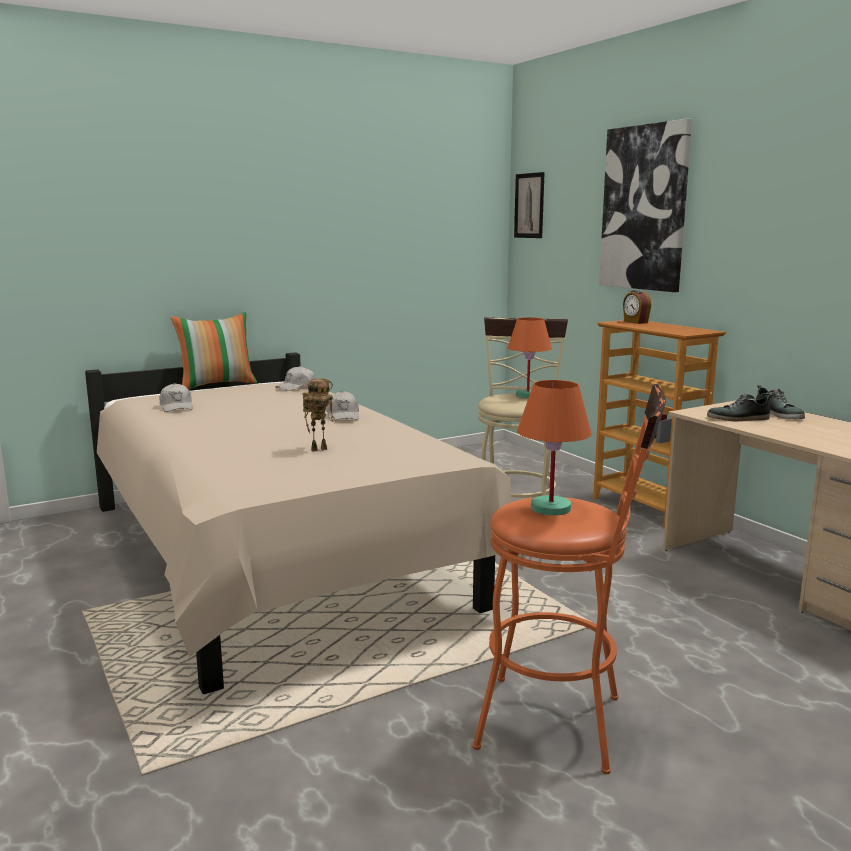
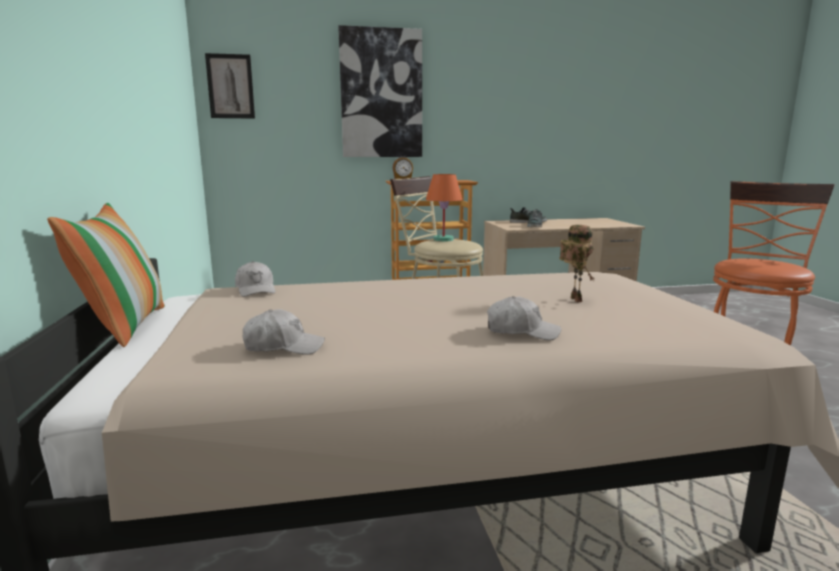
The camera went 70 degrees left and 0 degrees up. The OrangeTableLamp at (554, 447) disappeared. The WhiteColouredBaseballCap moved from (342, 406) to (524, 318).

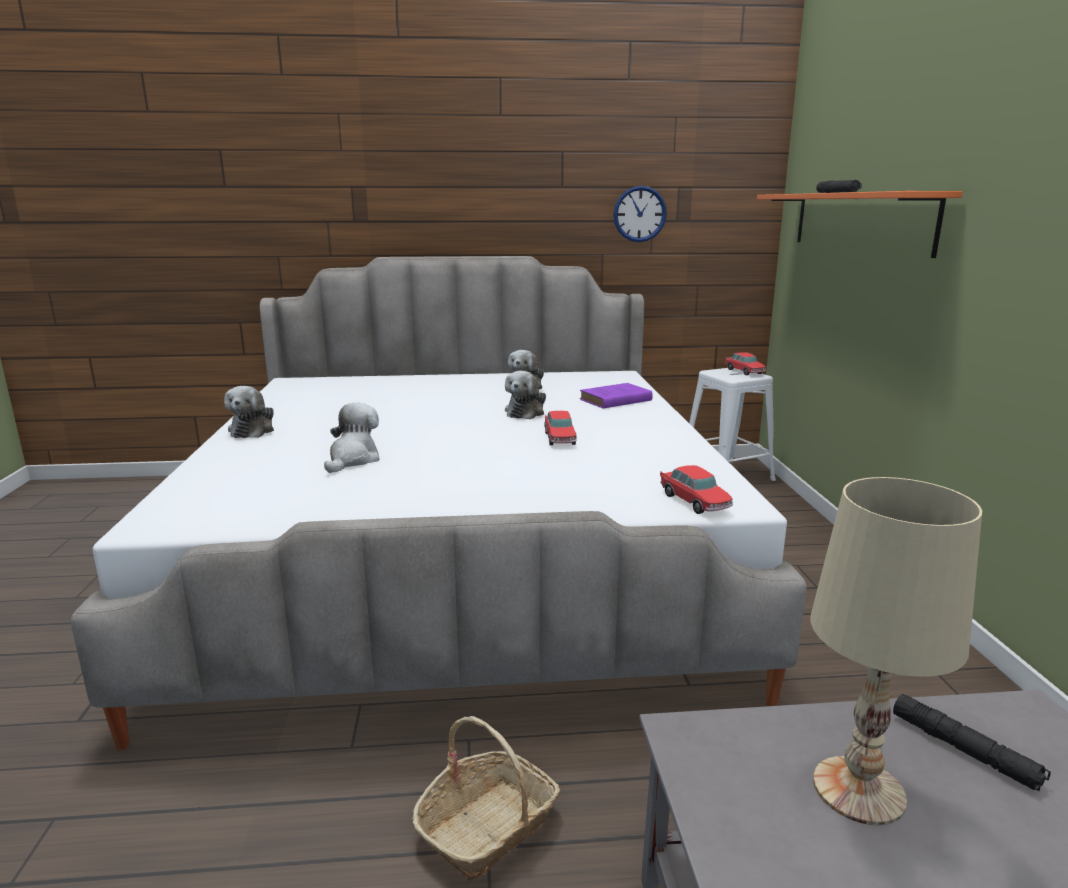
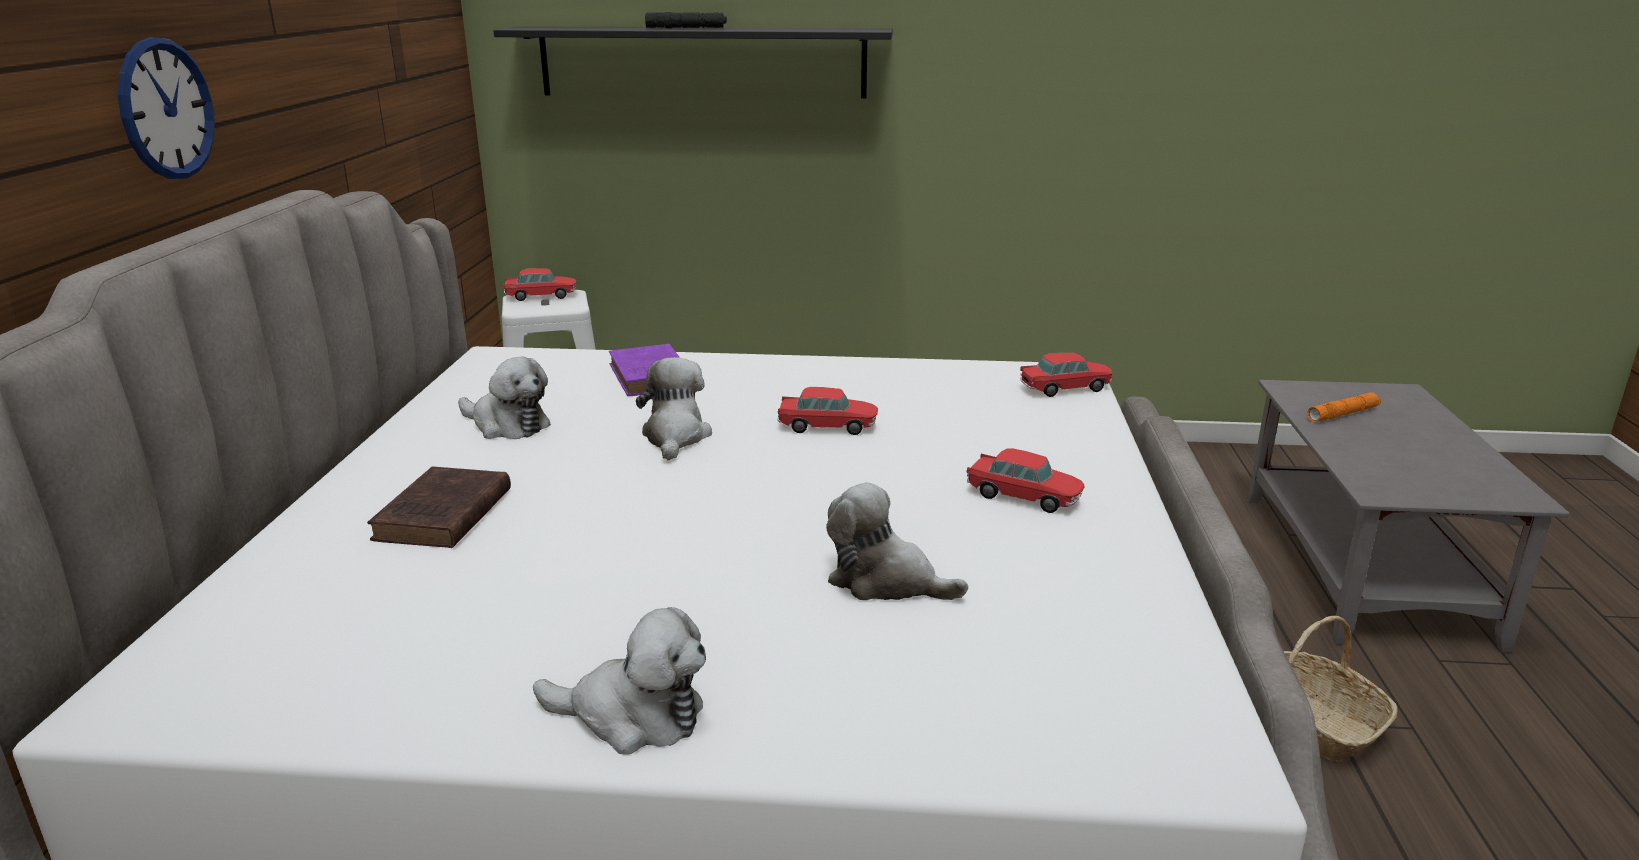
The camera went 80 degrees left and 5 degrees up. The SandColouredTableLamp at (896, 651) disappeared. The BrownishBoundBook at (439, 507) appeared. The ToyCar at (1025, 480) appeared. The WallClock moved from (640, 214) to (166, 108). The OrangeBracketShelf at (860, 224) became the BlackBracketShelf at (693, 62). The BlackTorch at (972, 742) became the OrangeTorch at (1344, 407). The PlushToy at (525, 395) turned 120 degrees counterclockwise.

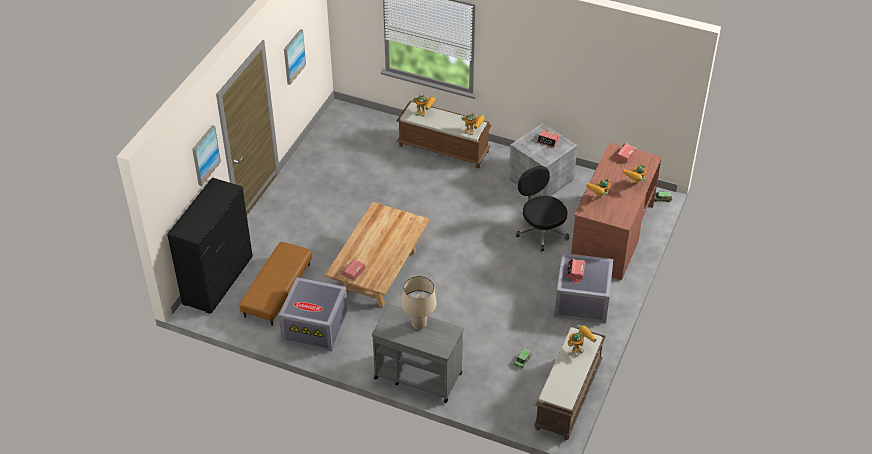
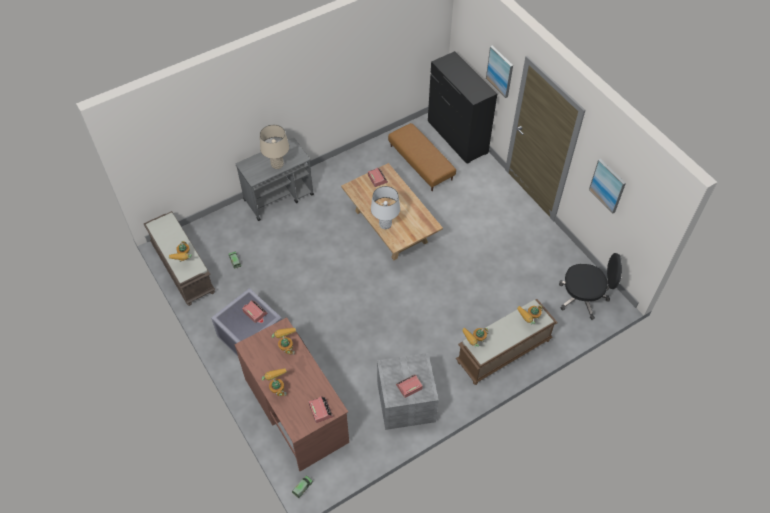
The camera went 125 degrees right and 10 degrees up. The GreyishStorageBin at (313, 314) disappeared. The WhiteColouredTableLamp at (385, 207) appeared. The BlackDeskChair moved from (542, 209) to (590, 286).

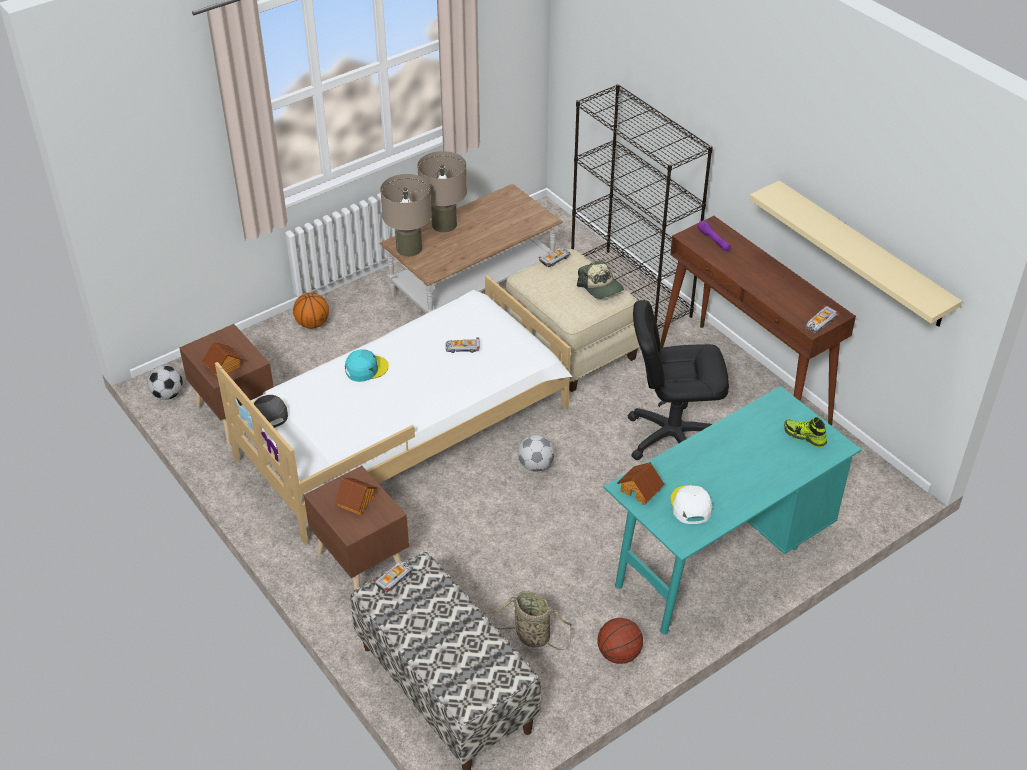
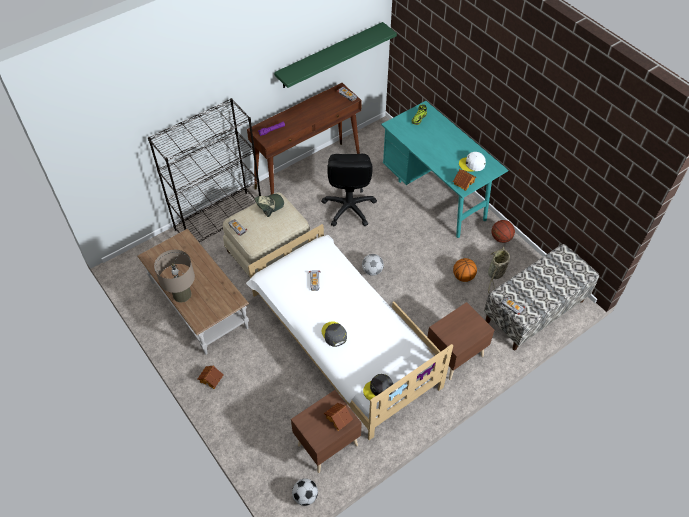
The camera went 90 degrees left and 10 degrees up. The SandColouredTableLamp at (406, 215) disappeared. The Basketball moved from (311, 311) to (465, 270). The MiniatureHouse moved from (356, 496) to (210, 377). The TurquoiseBaseballCap at (367, 365) became the GreyishBaseballCap at (334, 334). The SandColouredBracketShelf at (855, 253) became the GreenBracketShelf at (335, 55).

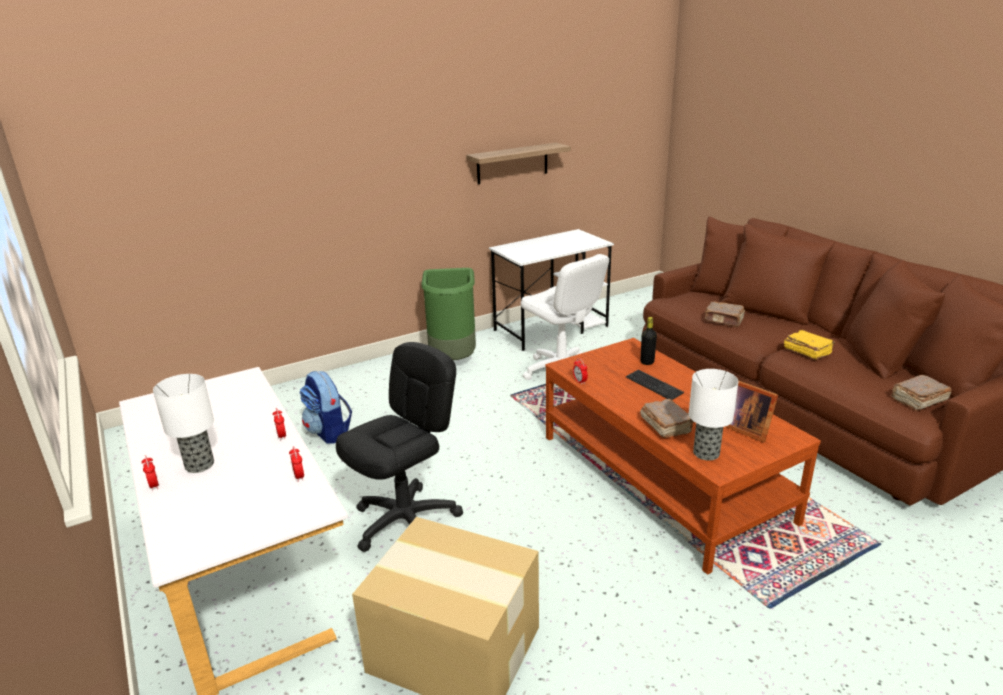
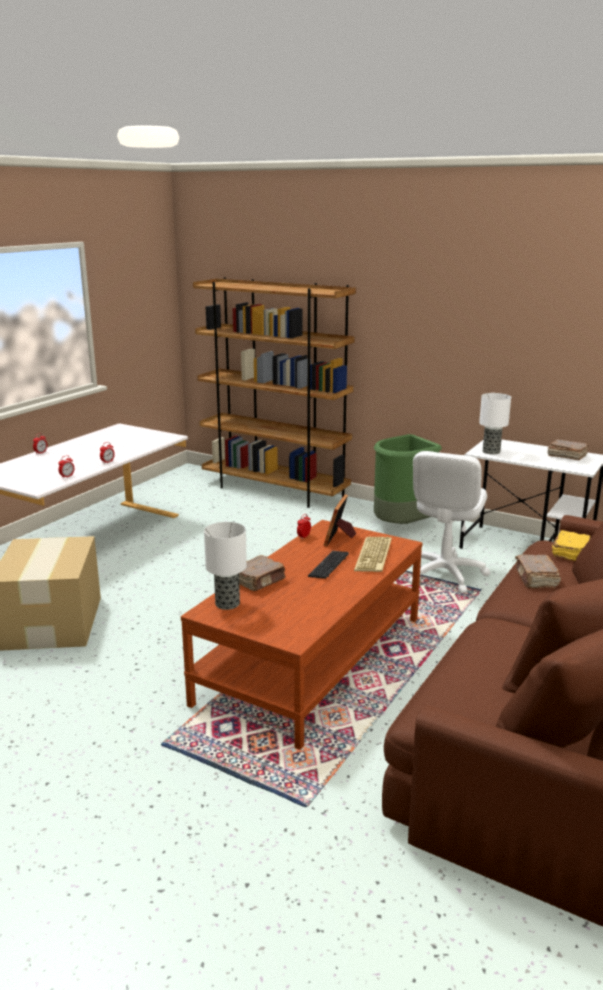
The camera went 60 degrees right and 5 degrees down. The Knapsack at (326, 407) disappeared. The BlackDeskChair at (399, 447) disappeared. The BracketShelf at (518, 163) disappeared. The BrownishBookcase at (274, 392) appeared. The TableLamp moved from (183, 423) to (495, 423). The PhotoFrame moved from (751, 411) to (339, 520). The YellowBoundBook moved from (809, 345) to (571, 545). The BrownishBoundBook moved from (921, 393) to (568, 449). The BlackBeverageBottle at (648, 341) was replaced by the ComputerKeyboard at (373, 554).

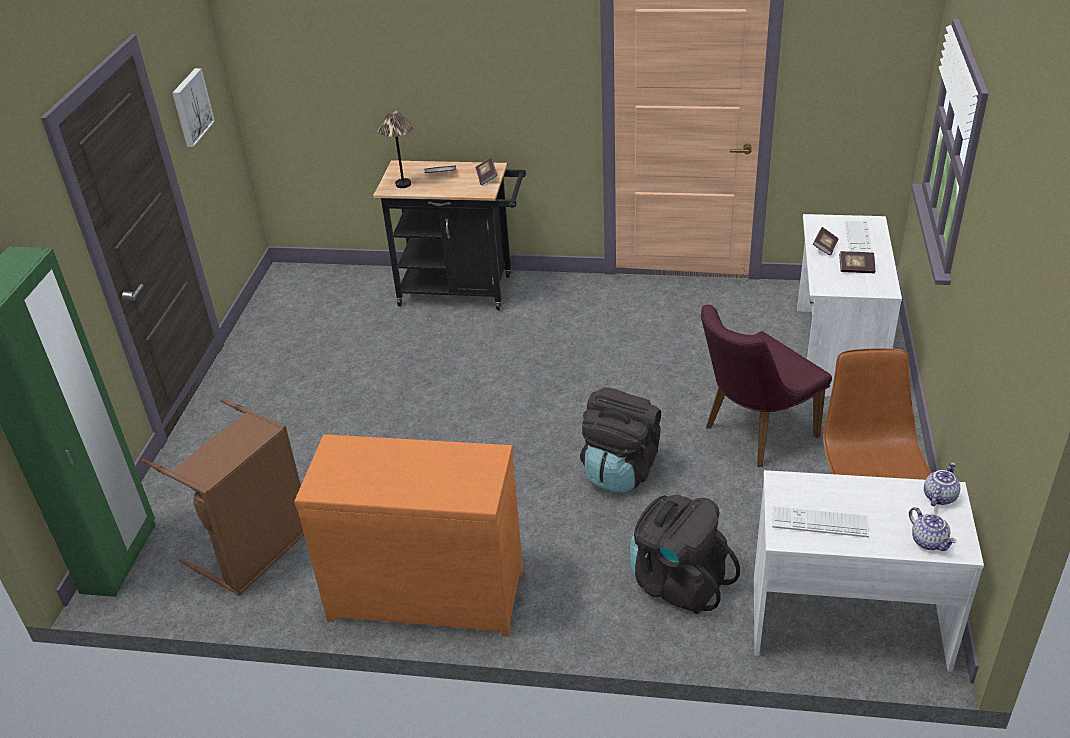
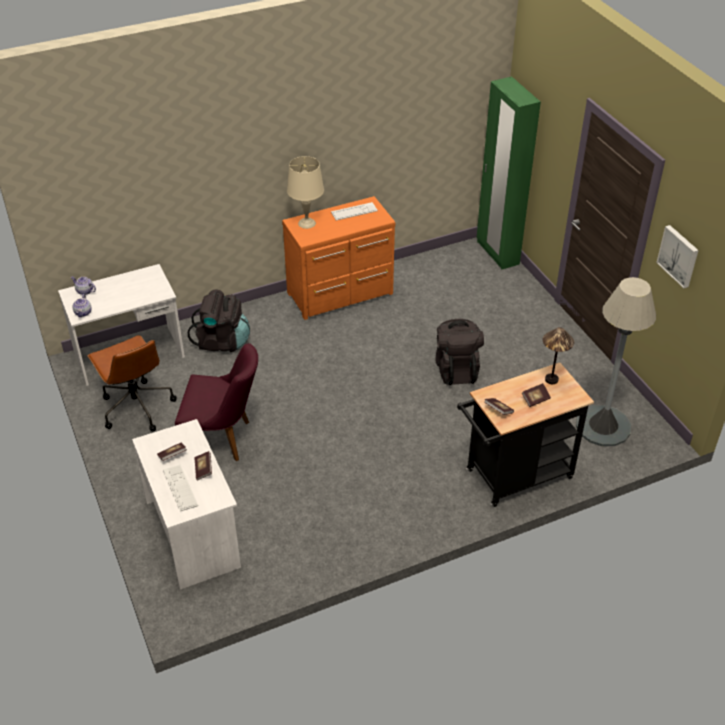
The camera went 145 degrees right and 5 degrees up. The BrownishHamper at (223, 497) disappeared. The SandColouredTableLamp at (305, 192) appeared. The GreyishFloorLamp at (616, 361) appeared. The BlackKnapsack moved from (620, 440) to (459, 352). The ComputerKeyboard moved from (820, 521) to (354, 211). The PurpleColouredPlainChair at (766, 386) turned 75 degrees clockwise.

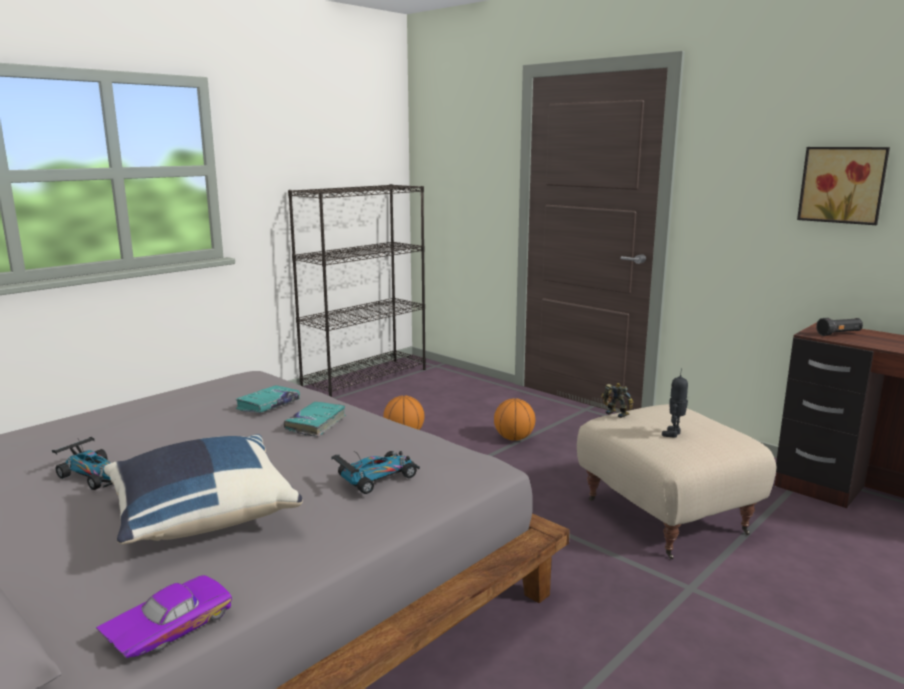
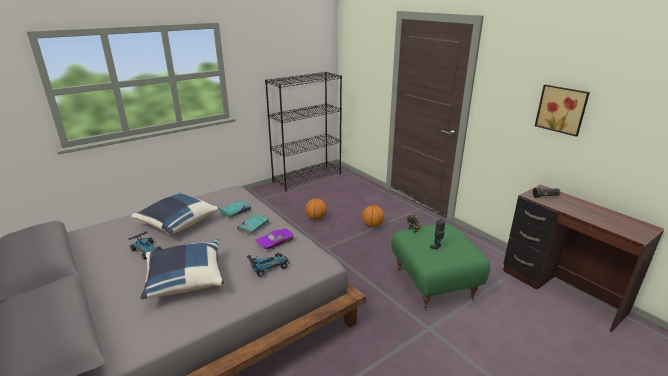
The camera went 10 degrees right and 10 degrees up. The BluePillow at (175, 213) appeared. The PurpleColouredToyCar moved from (164, 616) to (274, 238). The SandColouredOttoman at (676, 481) became the GreenOttoman at (440, 267).

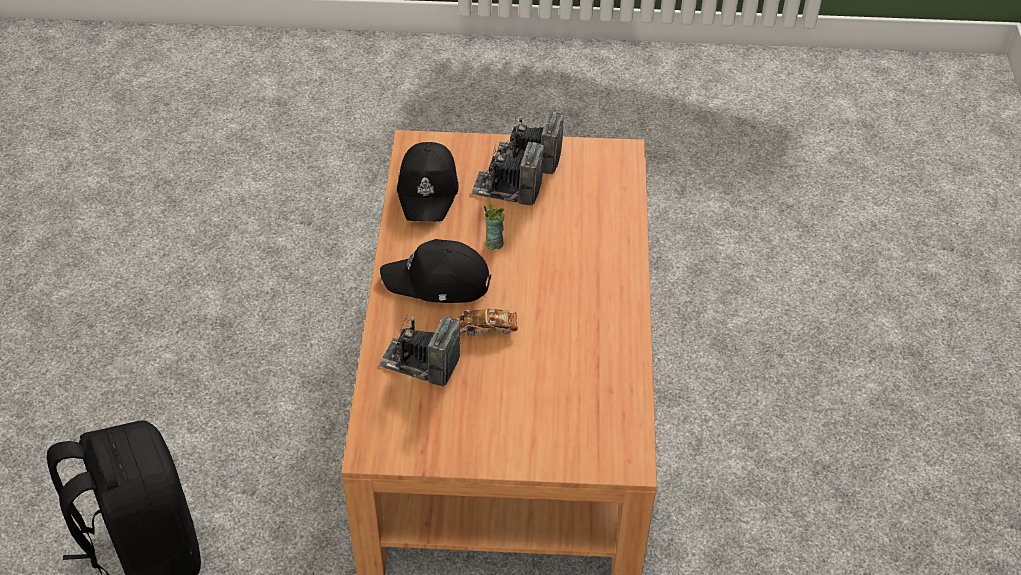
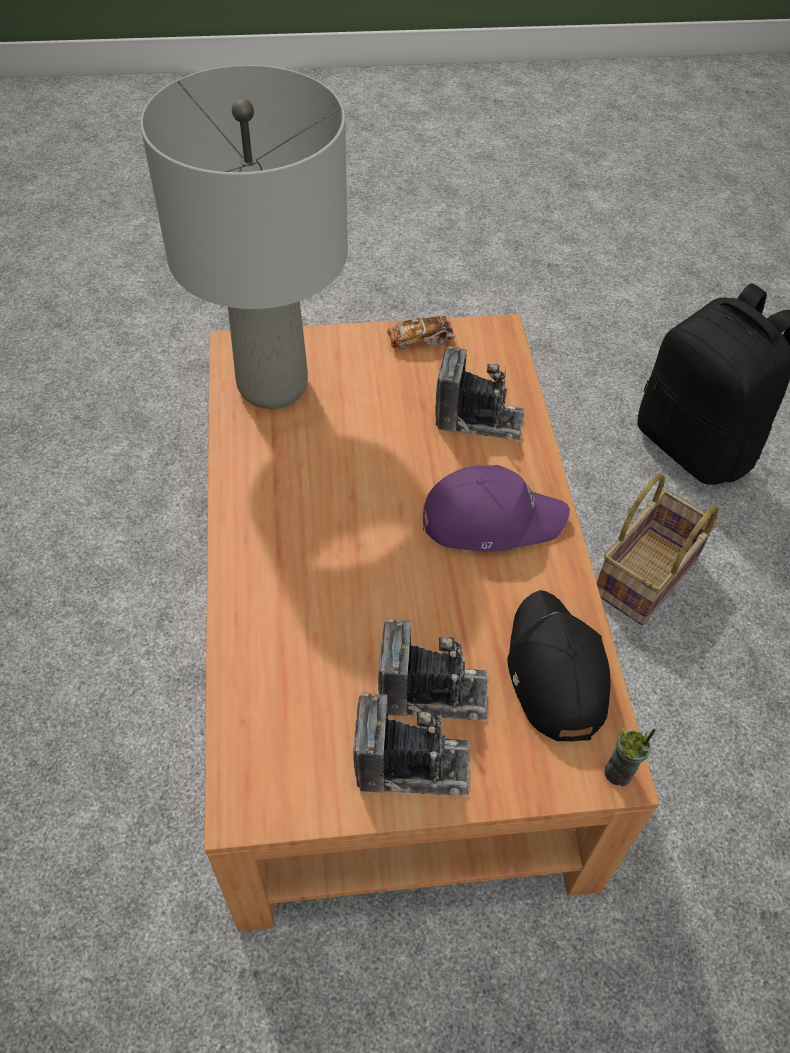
The camera went 170 degrees right and 5 degrees up. The GreyishTableLamp at (244, 237) appeared. The Basket at (658, 549) appeared. The ToyCar moved from (488, 322) to (421, 332). The SmallCup moved from (494, 226) to (630, 756). The BlackBaseballCap at (435, 271) became the PurpleColouredBaseballCap at (496, 508).

